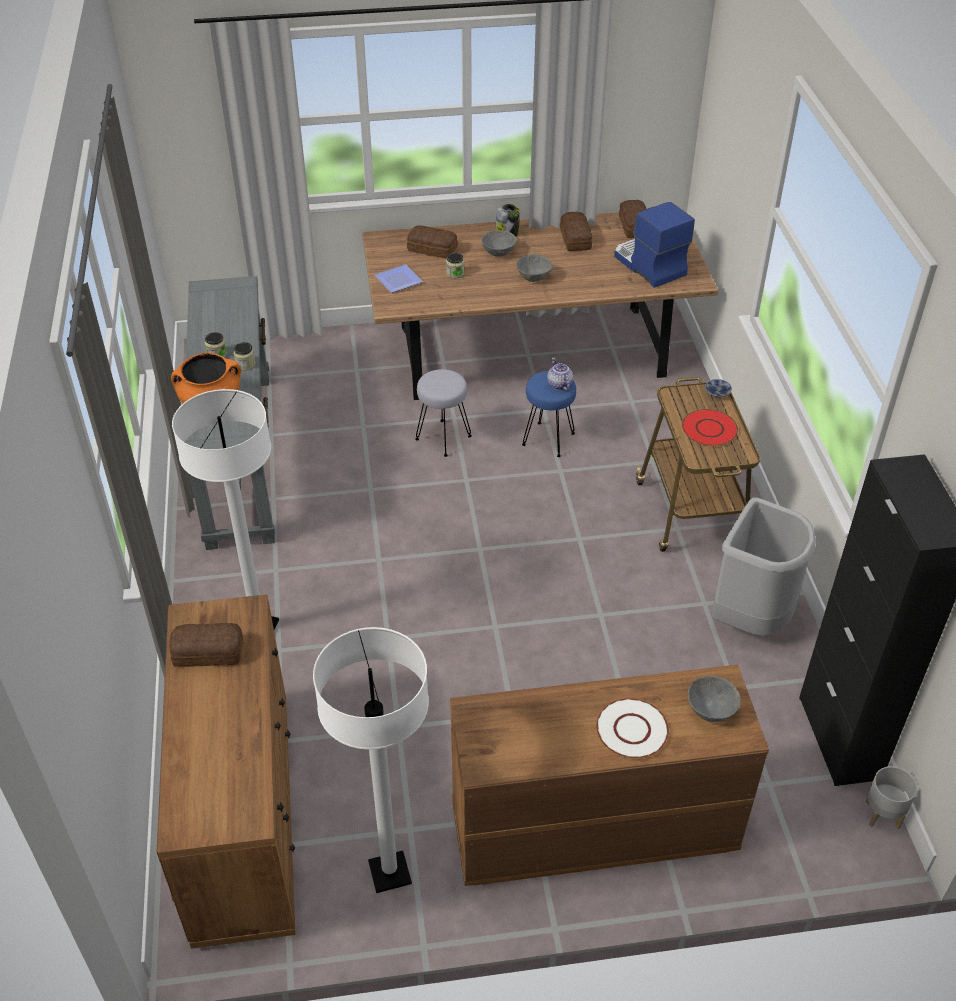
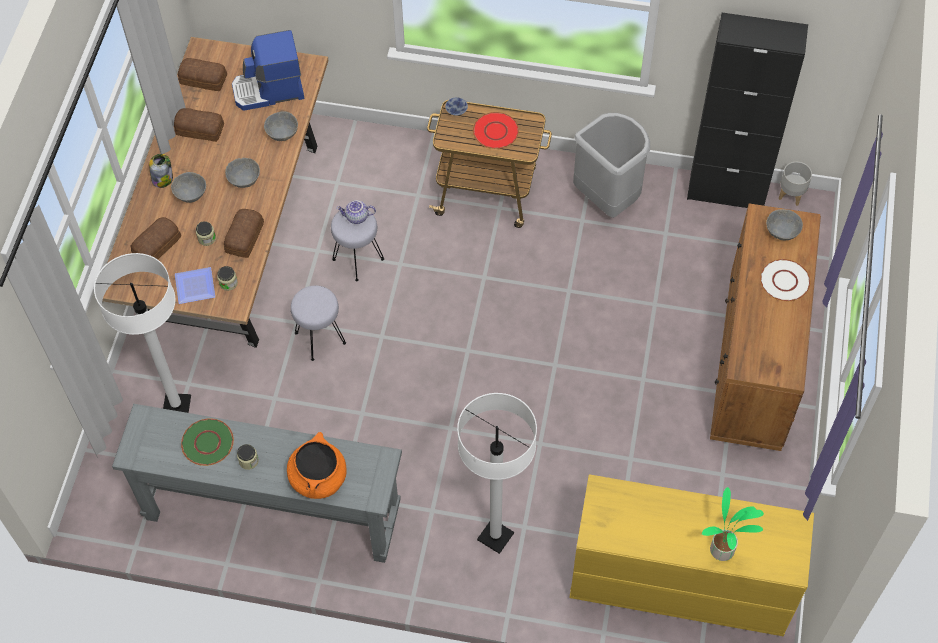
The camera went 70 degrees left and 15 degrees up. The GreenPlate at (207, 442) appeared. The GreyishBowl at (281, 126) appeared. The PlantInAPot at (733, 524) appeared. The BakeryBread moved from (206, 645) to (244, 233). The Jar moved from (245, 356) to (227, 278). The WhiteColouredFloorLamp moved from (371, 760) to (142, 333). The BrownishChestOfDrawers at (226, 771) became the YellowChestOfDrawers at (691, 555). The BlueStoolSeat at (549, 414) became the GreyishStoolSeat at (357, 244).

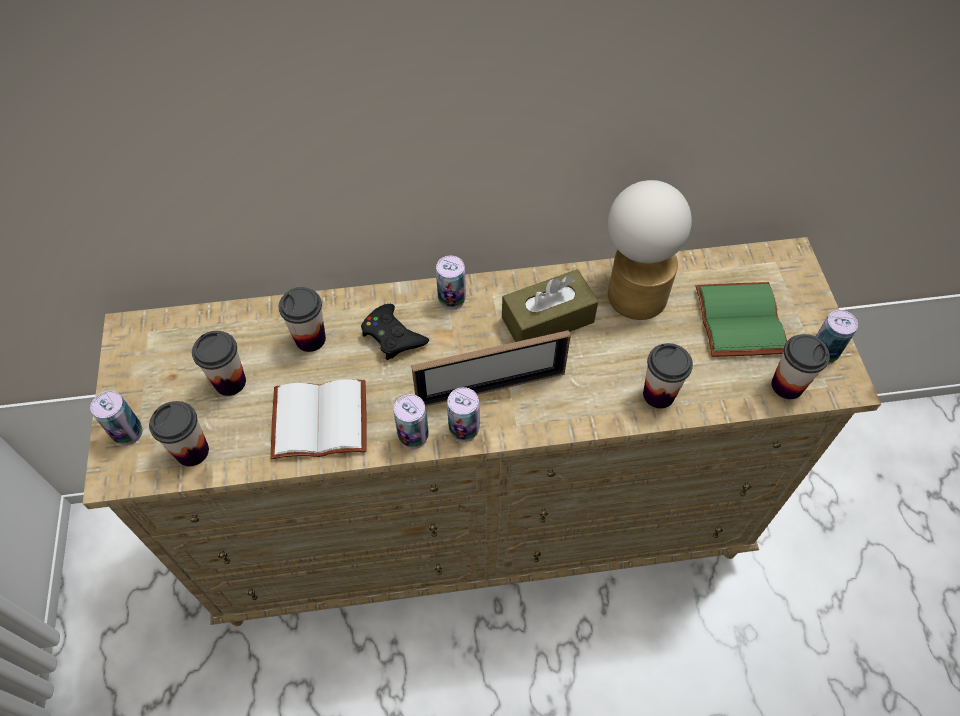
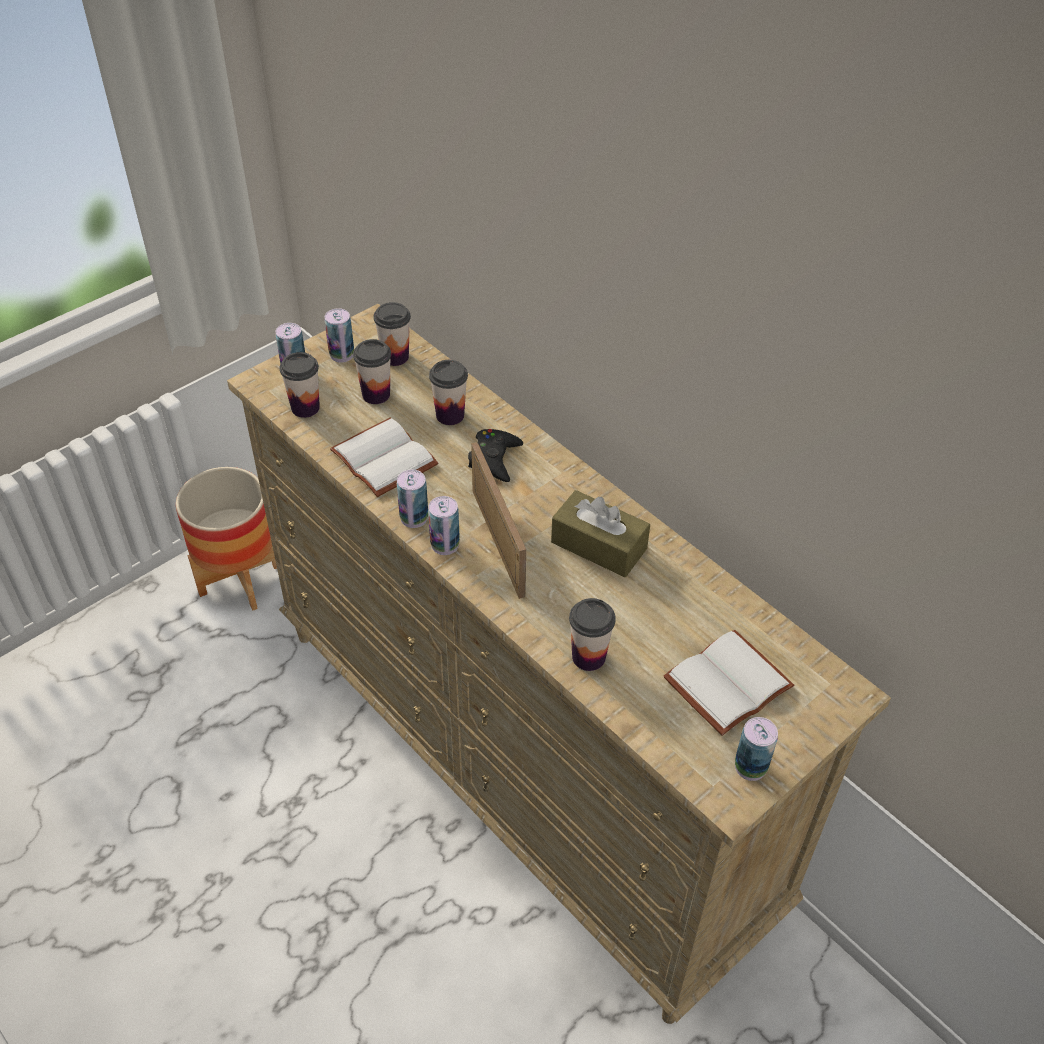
The camera went 55 degrees right and 10 degrees down. The TableLamp at (650, 250) disappeared. The Planter at (226, 539) appeared. The Can moved from (451, 283) to (339, 335). The SmallCup moved from (800, 366) to (392, 334). The GreenBoundBook at (741, 319) became the WhiteColouredBoundBook at (728, 683). The PhotoFrame at (491, 368) turned 150 degrees counterclockwise.

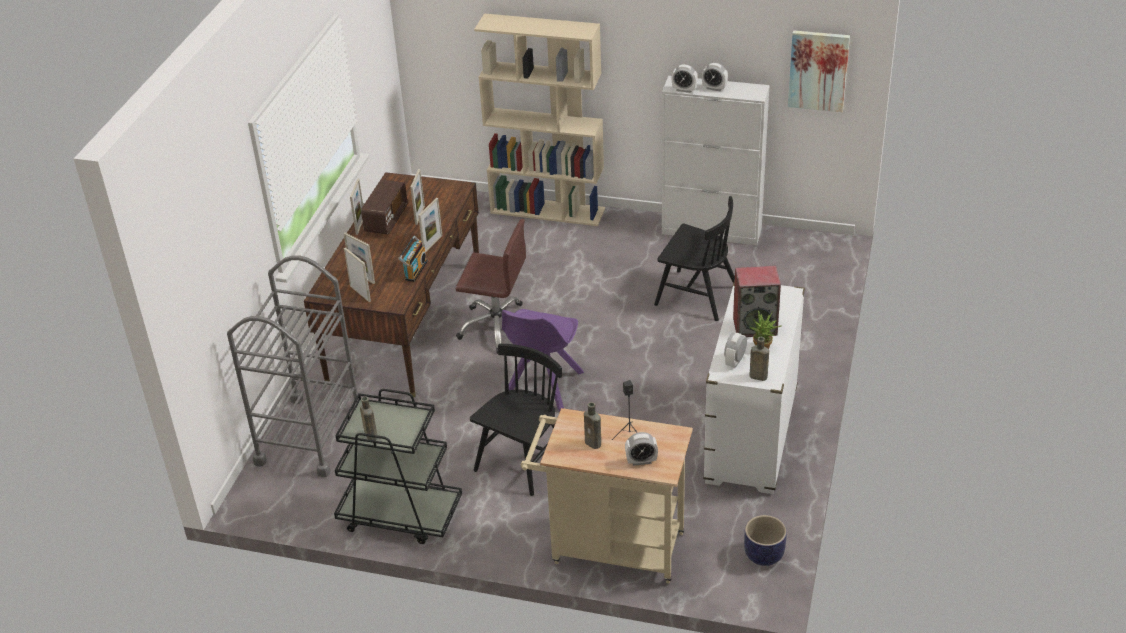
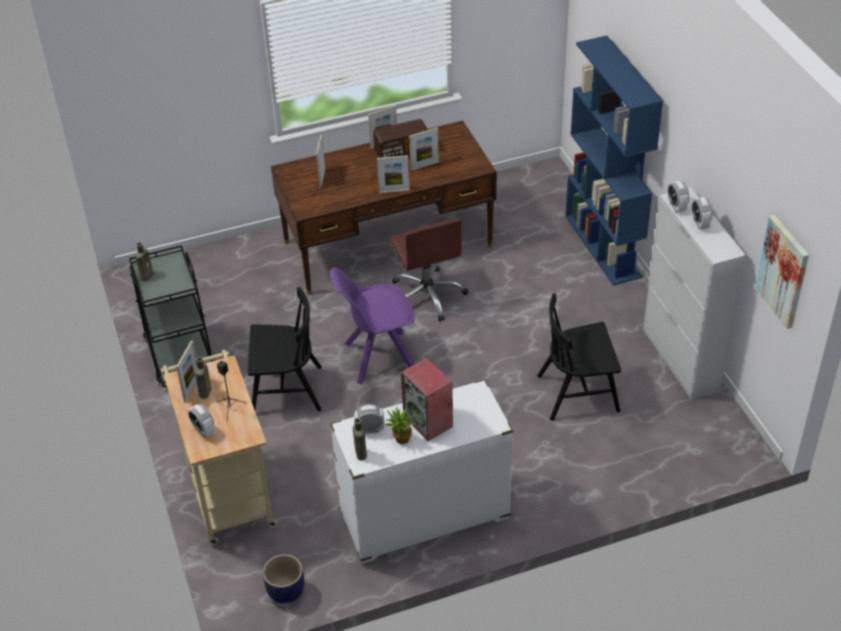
The camera went 55 degrees right and 5 degrees up. The GreyishCart at (293, 366) disappeared. The RadioReceiver at (413, 259) disappeared. The PhotoFrame moved from (357, 275) to (186, 371). The SandColouredBookcase at (539, 119) became the BlueBookcase at (614, 160). The BlackPlainChair at (694, 258) turned 90 degrees clockwise.

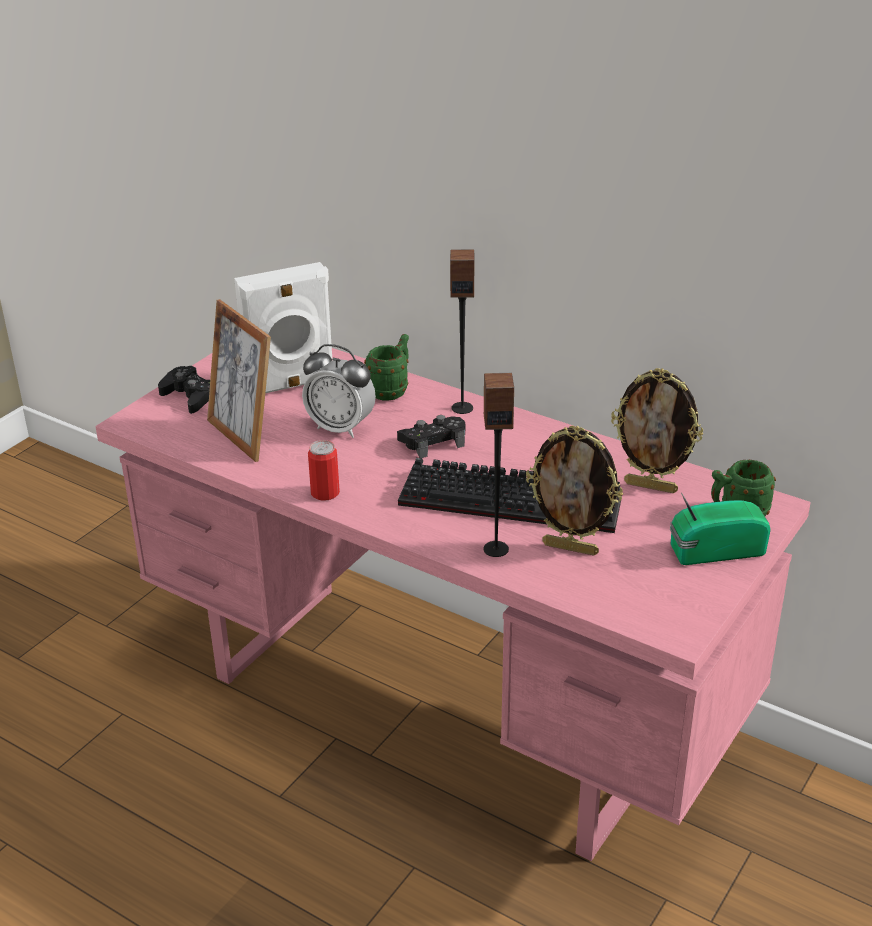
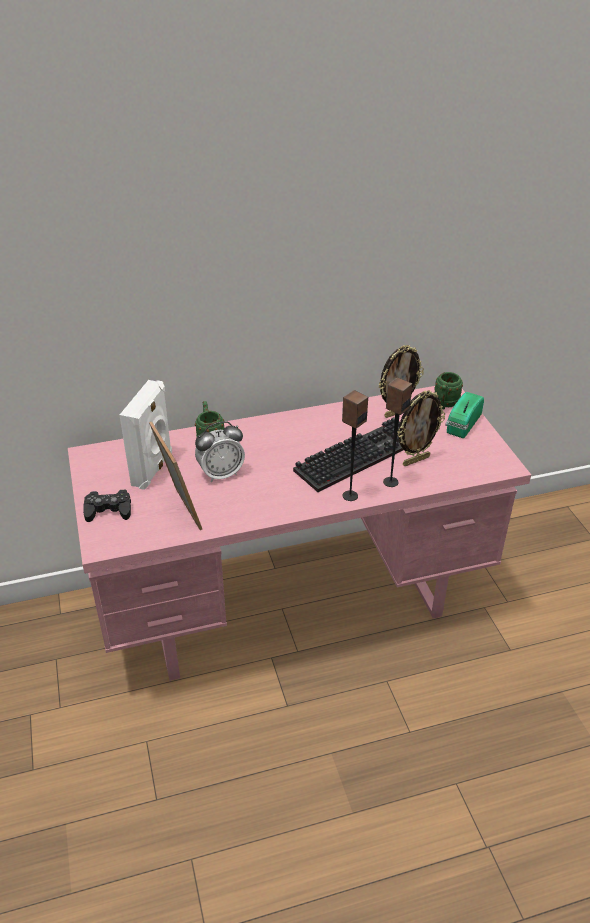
The camera went 50 degrees left and 5 degrees up. The Can at (324, 470) disappeared. The BlackGameController at (431, 436) disappeared. The Speaker moved from (462, 331) to (355, 445). The PhotoFrame at (239, 380) turned 120 degrees counterclockwise.

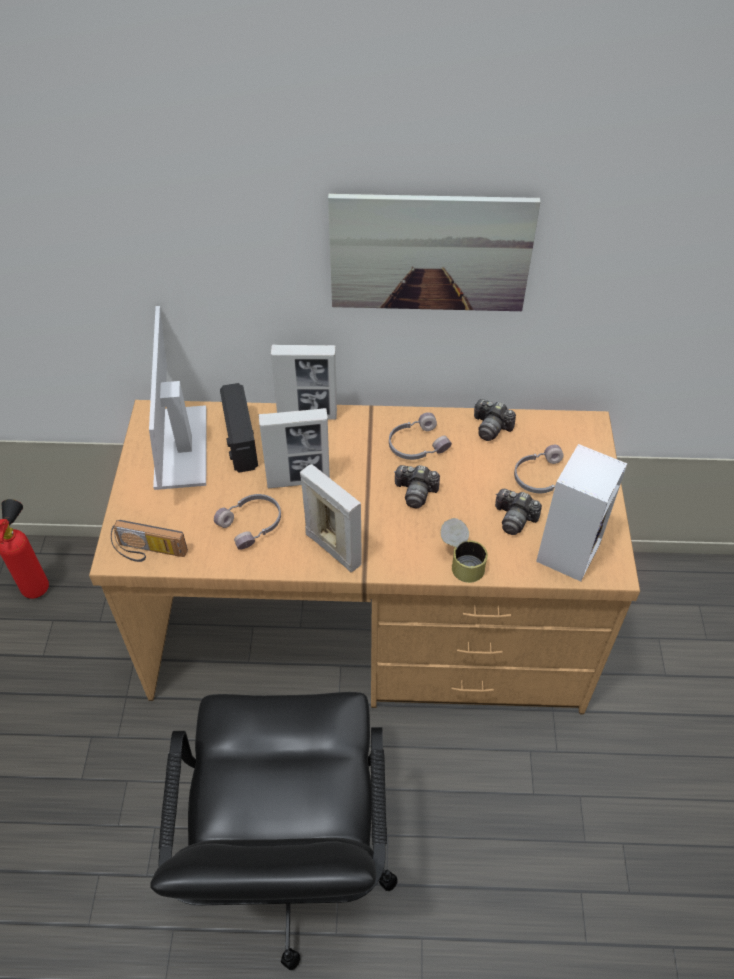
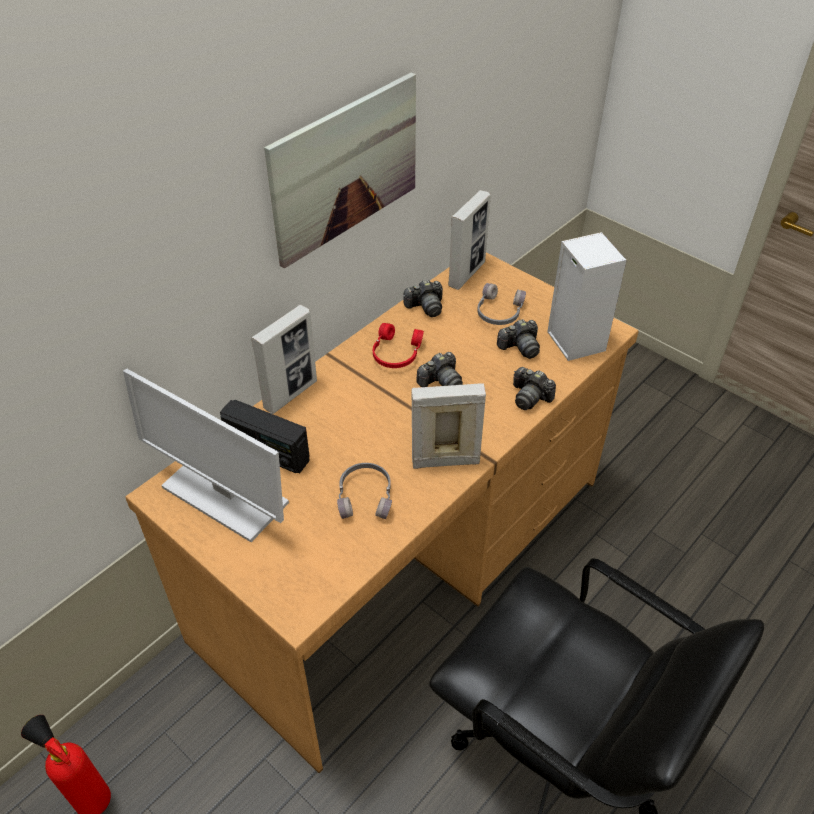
The camera went 50 degrees left and 5 degrees down. The RadioReceiver at (149, 541) disappeared. The PhotoFrame moved from (294, 448) to (469, 240). The Can at (464, 550) was replaced by the StillCamera at (534, 388). The GreyishHeadset at (420, 436) became the RedHeadset at (398, 345).

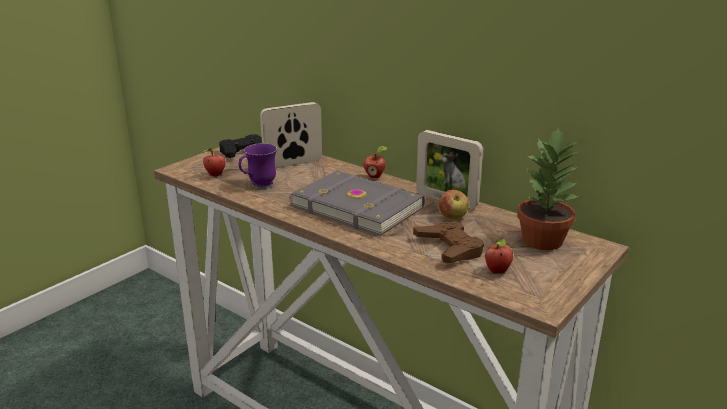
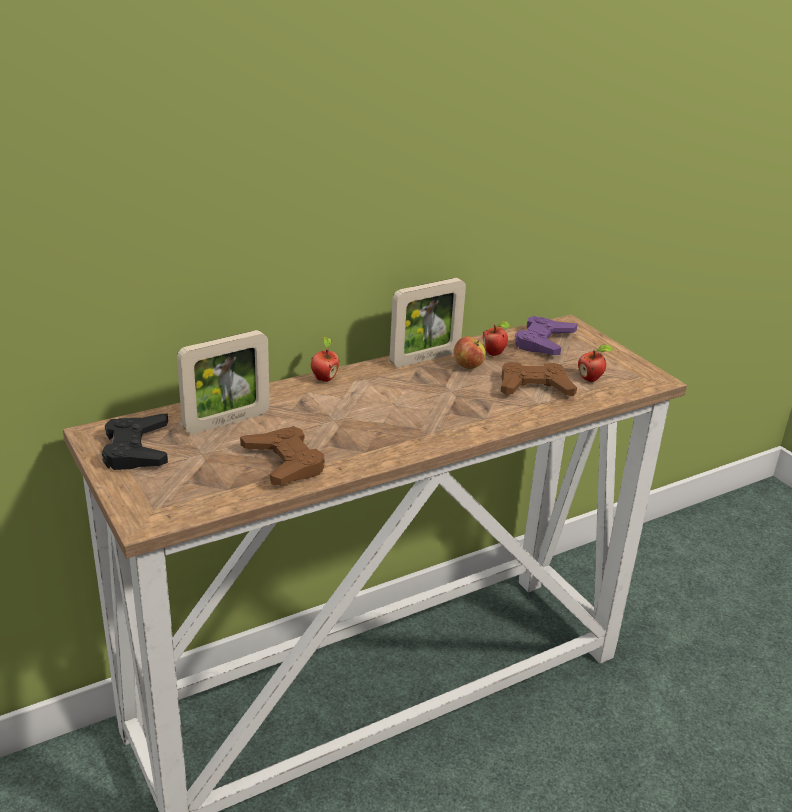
The camera went 70 degrees left and 5 degrees up. The GreyishBoundBook at (357, 203) disappeared. The AppleFruit moved from (214, 162) to (497, 338). The PurpleColouredCoffeeMug at (258, 166) was replaced by the BrownishGameController at (282, 455). The PlantInAPot at (549, 188) was replaced by the PurpleColouredGameController at (546, 335). The PhotoFrame at (291, 135) turned 120 degrees counterclockwise.

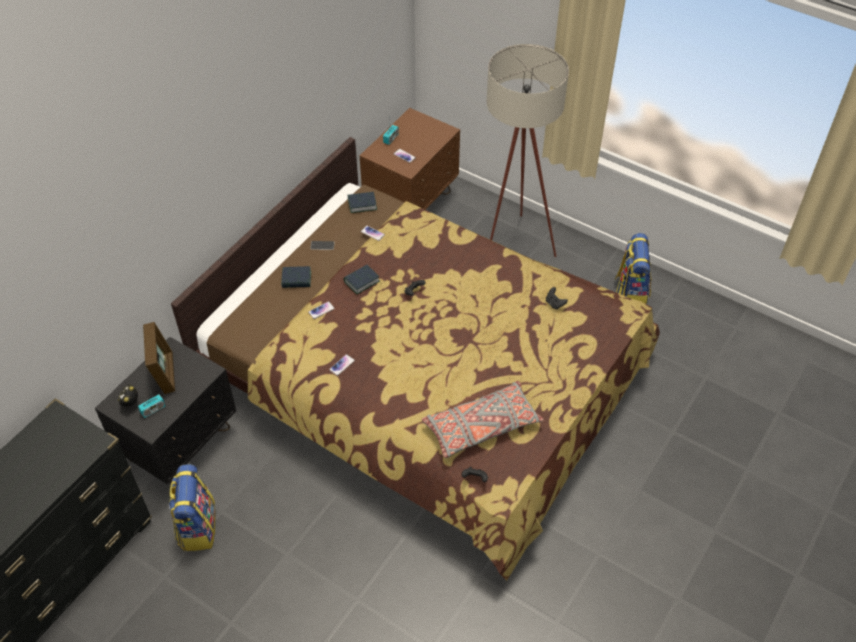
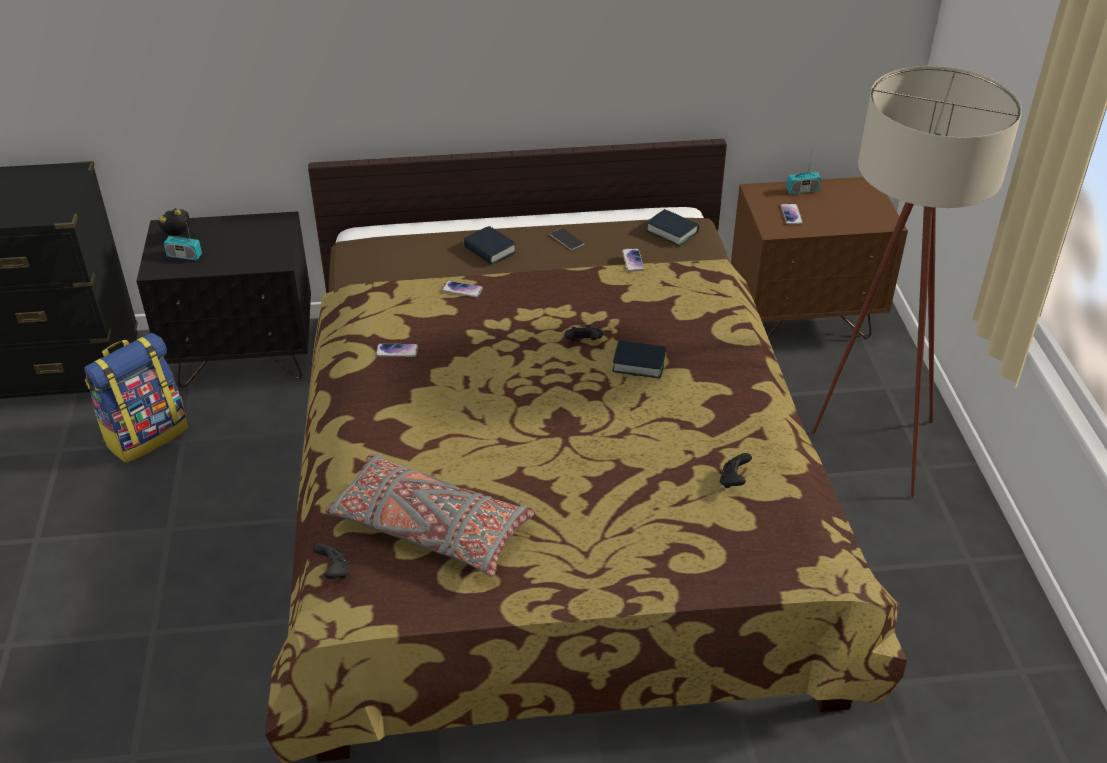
The camera went 50 degrees right and 10 degrees down. The PhotoFrame at (159, 358) disappeared. The Knapsack at (633, 268) disappeared. The BoundBook moved from (362, 279) to (639, 359).

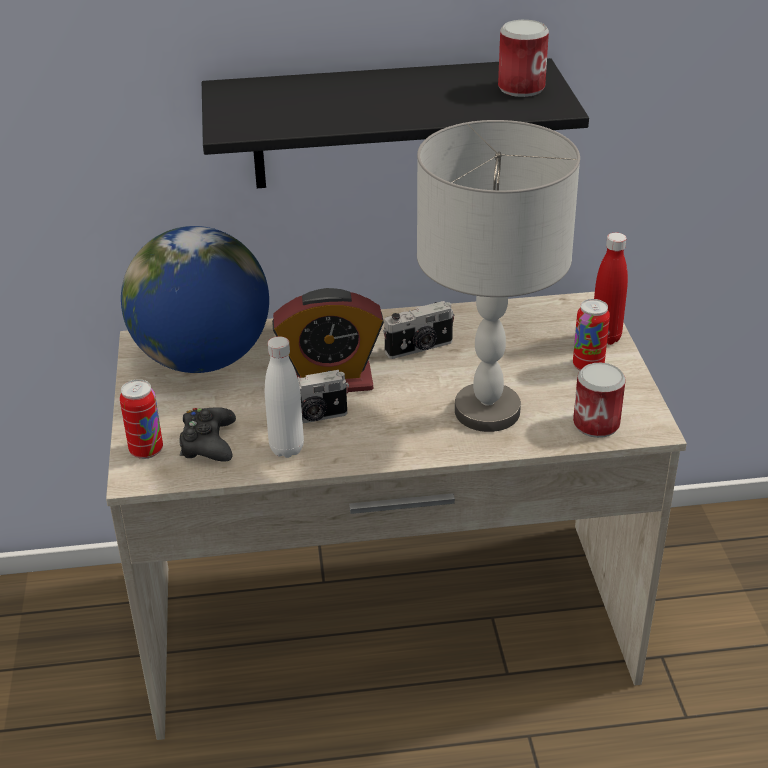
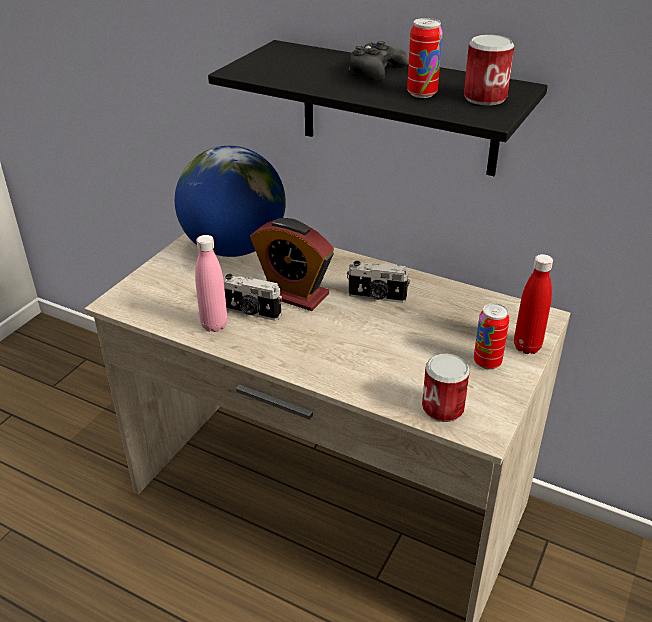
The camera went 35 degrees right and 0 degrees up. The GreyishTableLamp at (498, 276) disappeared. The Can moved from (141, 419) to (425, 58). The BlackGameController moved from (207, 434) to (379, 61). The WhiteColouredBeverageBottle at (284, 397) became the PinkBeverageBottle at (211, 283).

